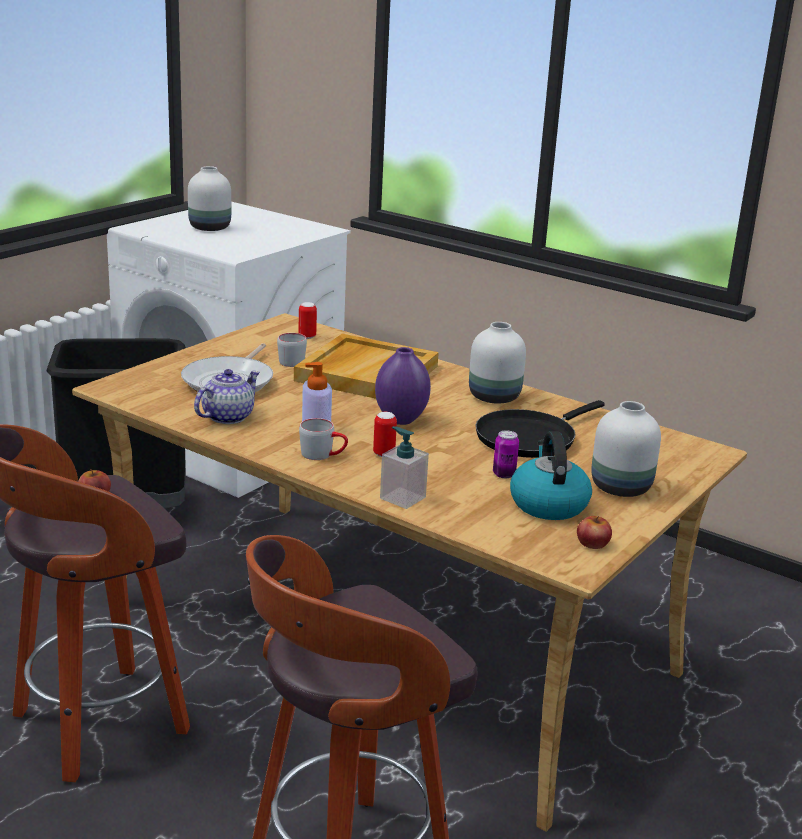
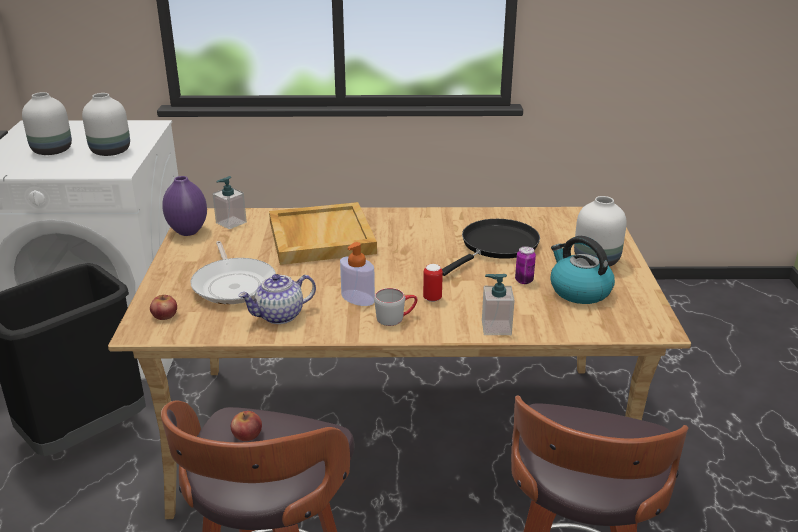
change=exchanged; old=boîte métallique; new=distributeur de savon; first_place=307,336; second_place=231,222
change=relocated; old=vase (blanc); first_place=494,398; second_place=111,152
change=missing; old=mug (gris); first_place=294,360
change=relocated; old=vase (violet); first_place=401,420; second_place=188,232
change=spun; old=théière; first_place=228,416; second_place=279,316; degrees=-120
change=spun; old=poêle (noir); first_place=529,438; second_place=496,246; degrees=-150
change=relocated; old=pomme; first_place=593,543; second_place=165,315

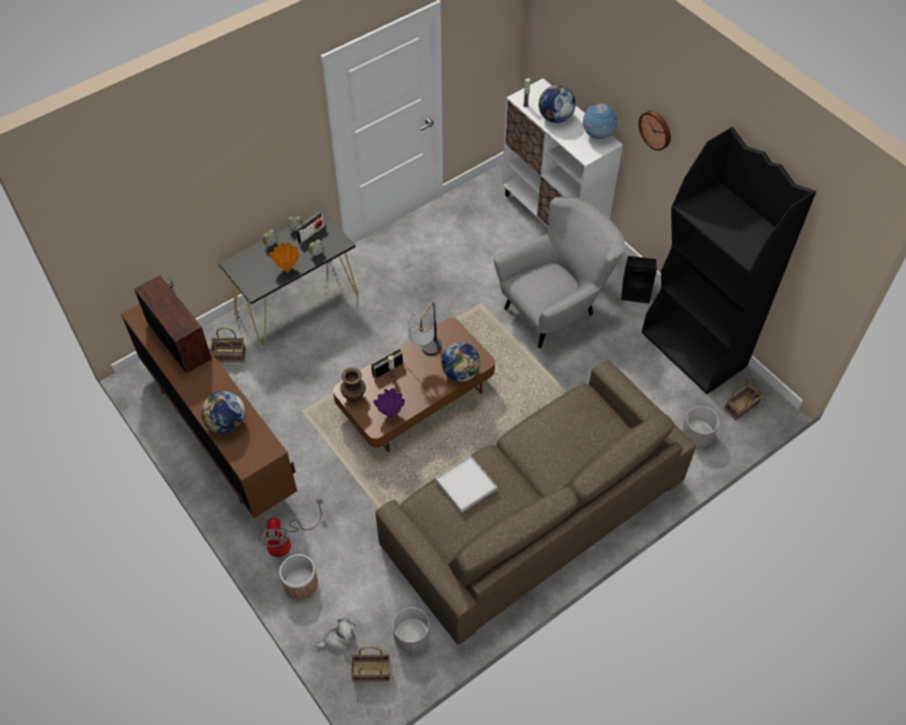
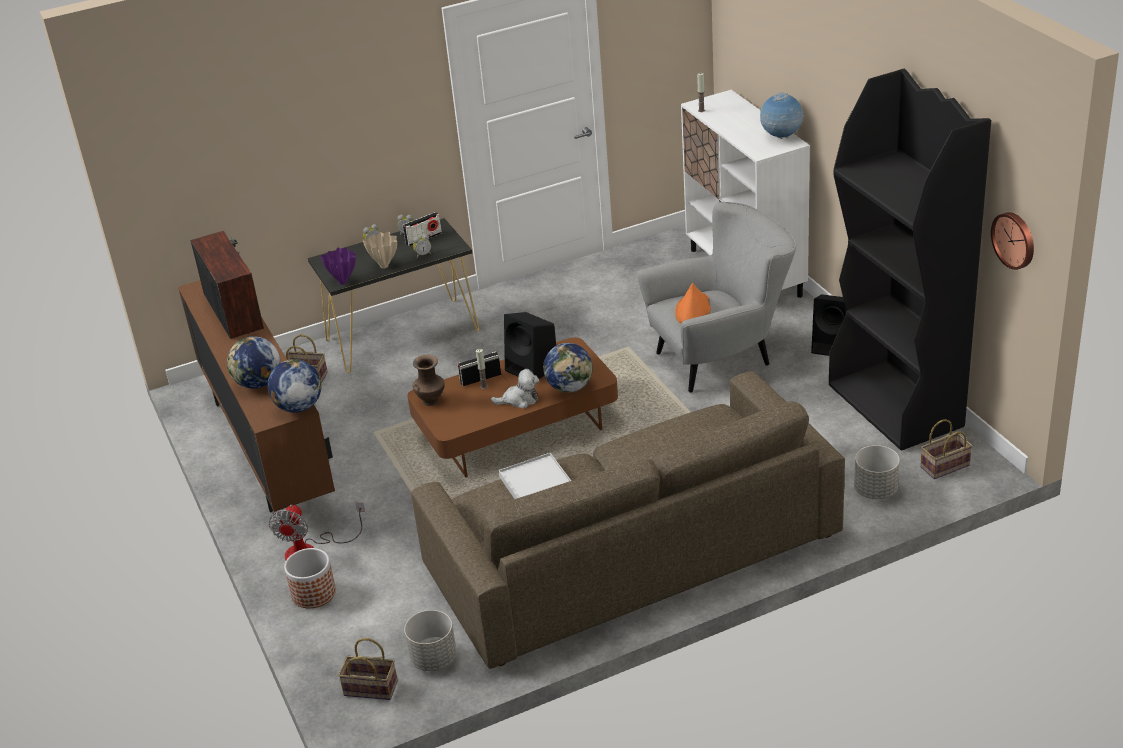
change=relocated; old=globe; first_place=555,118; second_place=298,407
change=relocated; old=horloge murale; first_place=656,129; second_place=1015,240
change=colour; old=vase (orange); new=vase (beige); first_place=288,269; second_place=385,266
change=exchanged; old=lampe de table; new=enceinte (noir); first_place=426,354; second_place=533,368
change=relocated; old=vase (violet); first_place=391,414; second_place=343,282
change=relocated; old=peluche; first_place=339,639; second_place=519,400
change=appeared; new=chapeau (orange); second_place=693,310

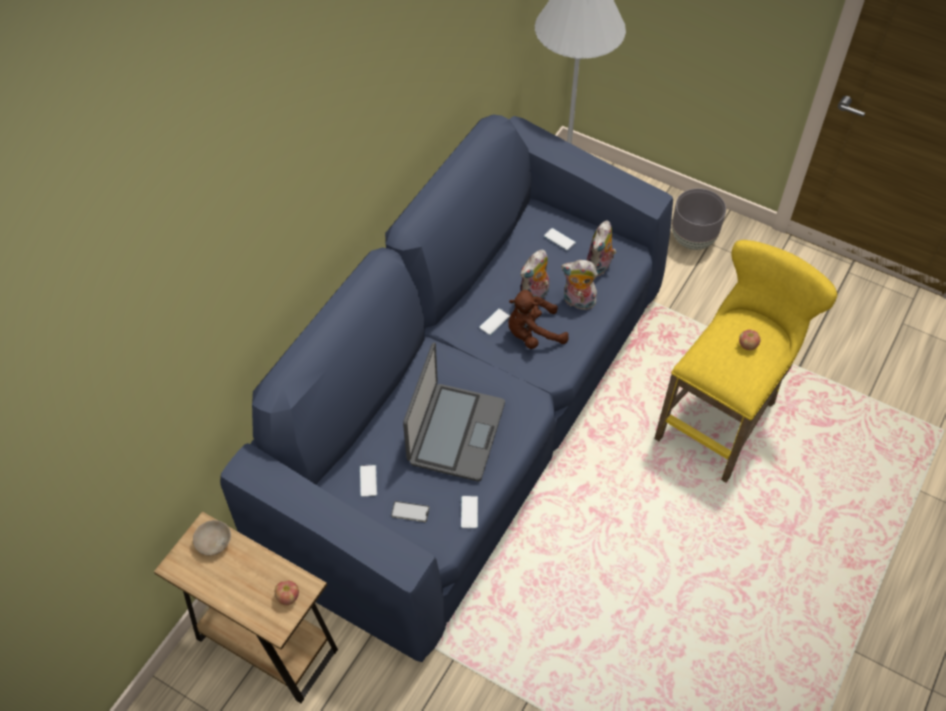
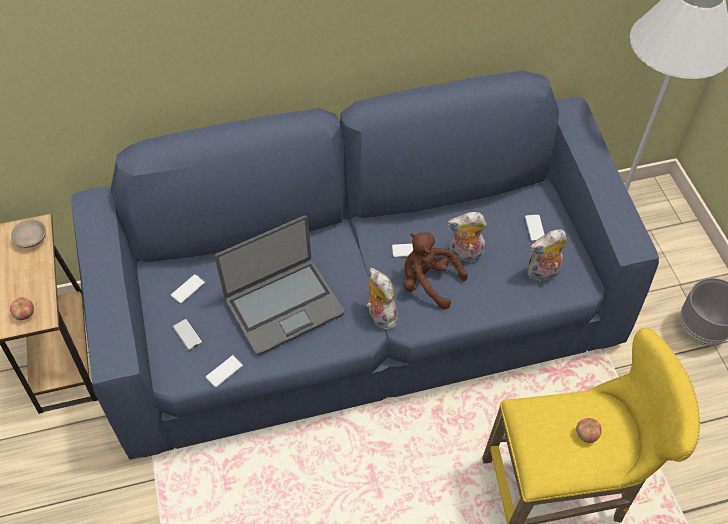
change=relocated; old=peluche; first_place=577,302; second_place=379,315

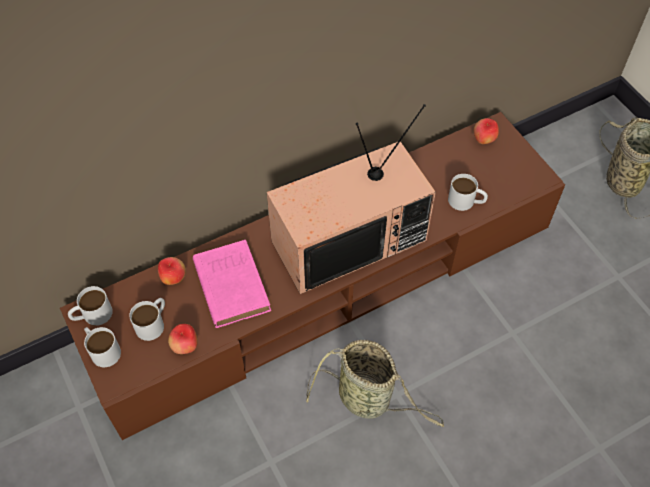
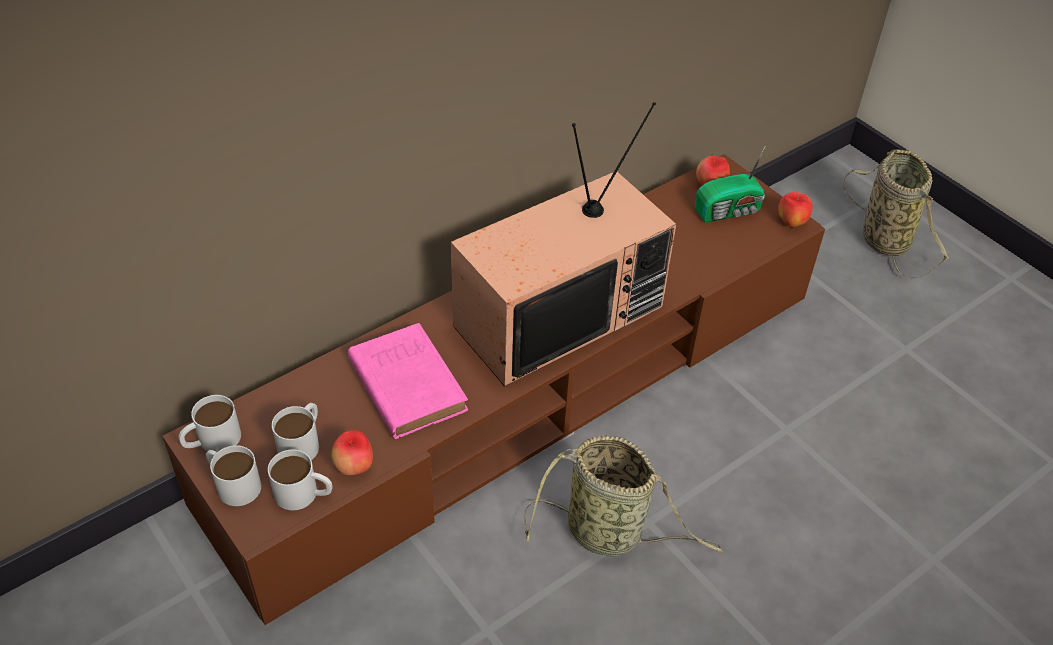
change=relocated; old=mug (blanc); first_place=466,201; second_place=304,494
change=relocated; old=pomme; first_place=173,278; second_place=791,222
change=appeared; new=radio; second_place=729,211

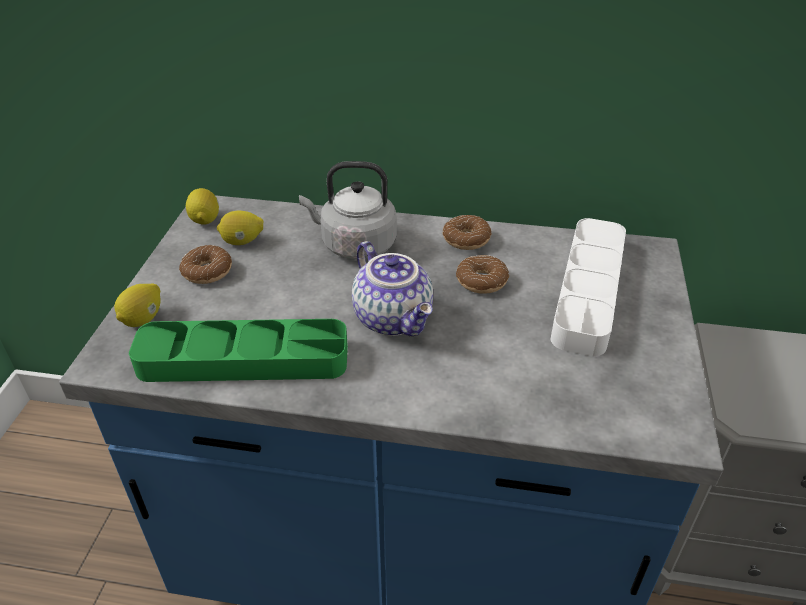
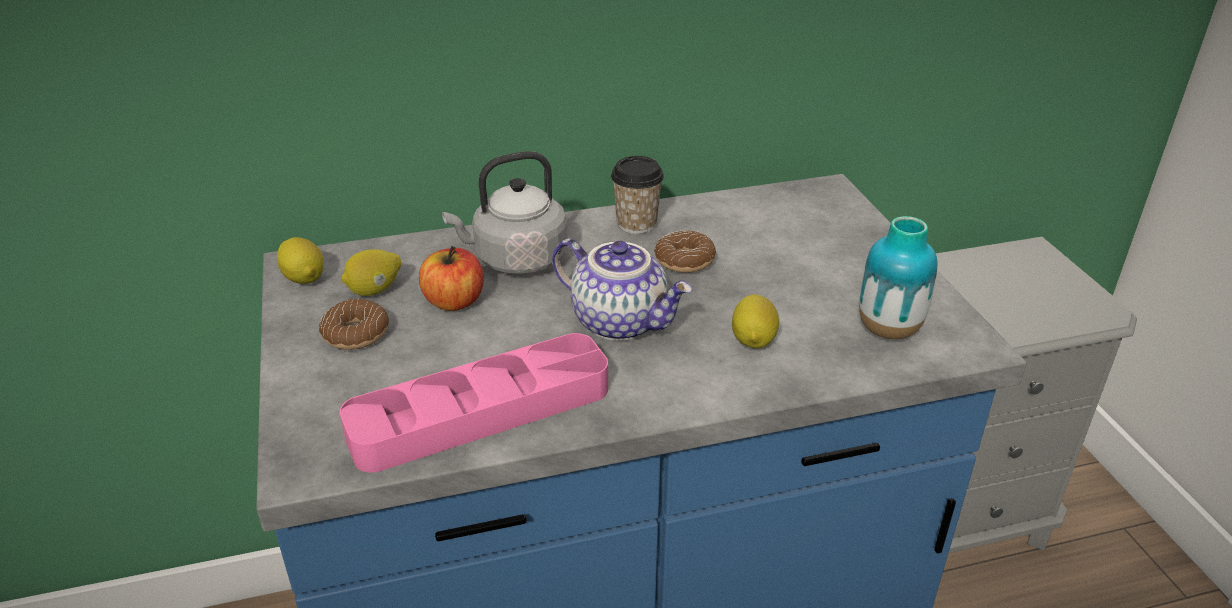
change=exchanged; old=beignet; new=tasse; first_place=466,239; second_place=636,224
change=missing; old=plateau (blanc); first_place=588,291
change=relocated; old=citron; first_place=143,319; second_place=753,339
change=colour; old=plateau (vert); new=plateau (rose); first_place=243,359; second_place=480,412
change=appeared; new=vase; second_place=888,329
change=appeared; new=pomme; second_place=454,301

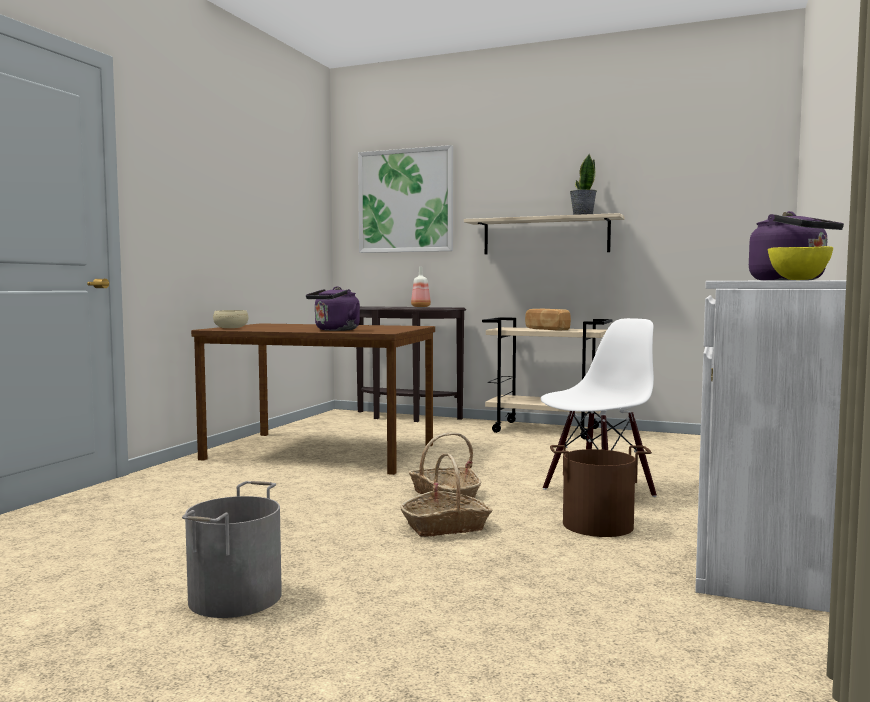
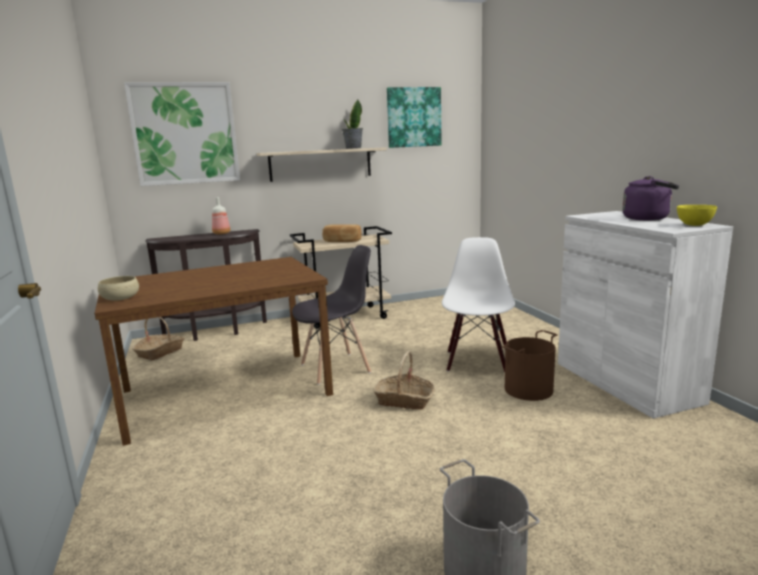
change=missing; old=bouilloire (violet); first_place=335,330
change=relocated; old=panier; first_place=446,526; second_place=160,352
change=appeared; new=tableau; second_place=413,117
change=appeared; new=chaise (gris); second_place=336,368

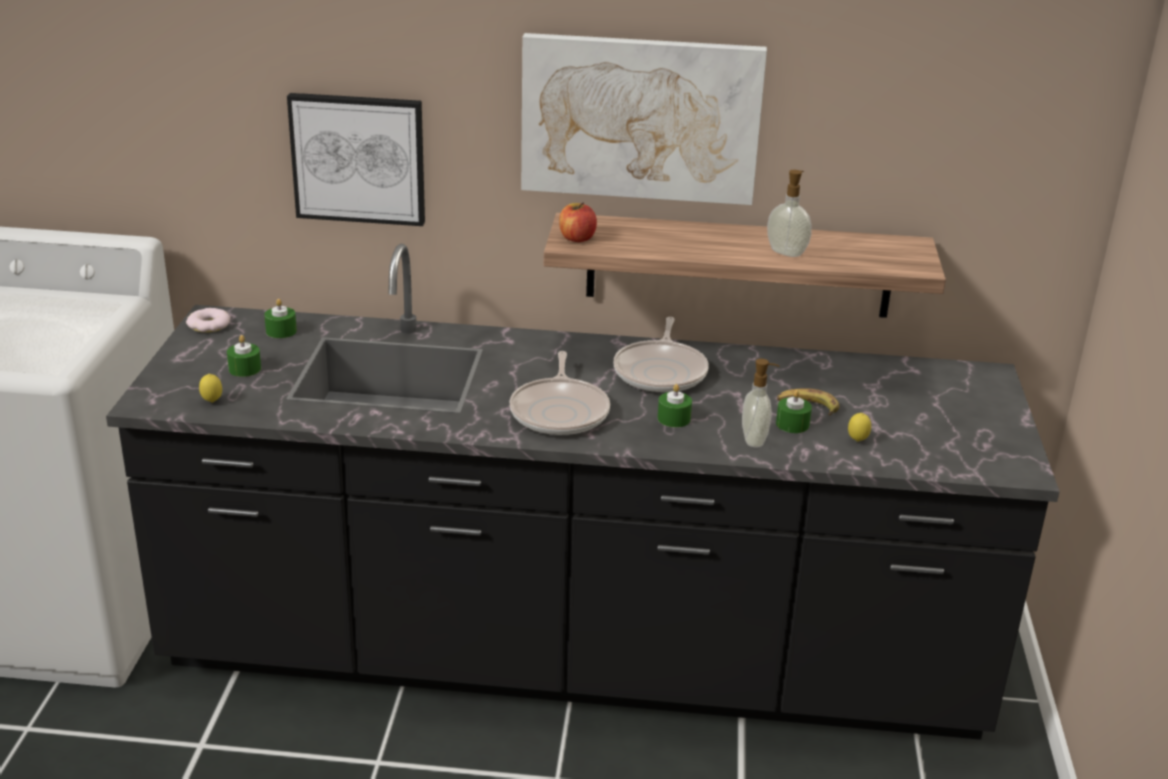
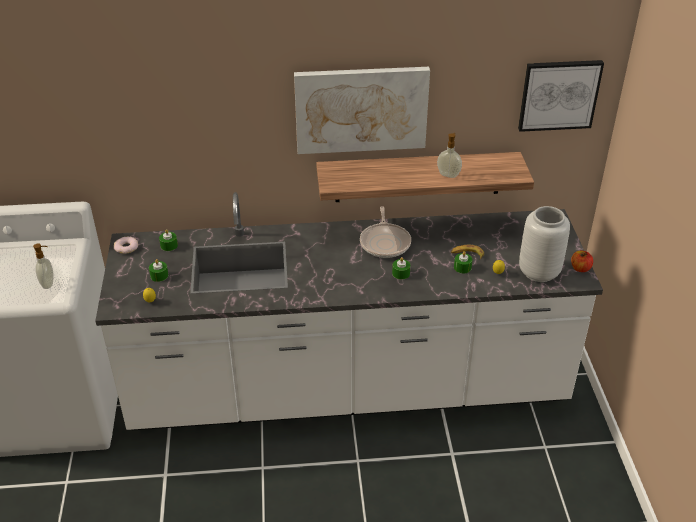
change=relocated; old=tableau; first_place=358,158; second_place=559,95
change=relocated; old=pomme; first_place=577,238; second_place=580,268
change=colour; old=comptoir de cuisine (noir); new=comptoir de cuisine (blanc); first_place=574,657; second_place=348,388
change=missing; old=poêle; first_place=560,411
change=relocated; old=distributeur de savon; first_place=755,440; second_place=48,283
change=appeared; new=vase (gris); second_place=538,272

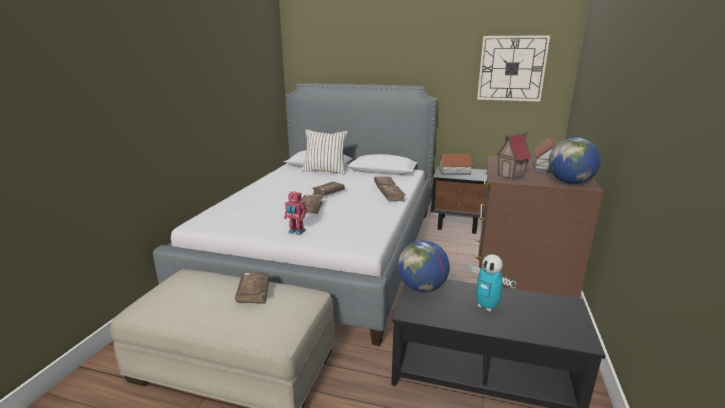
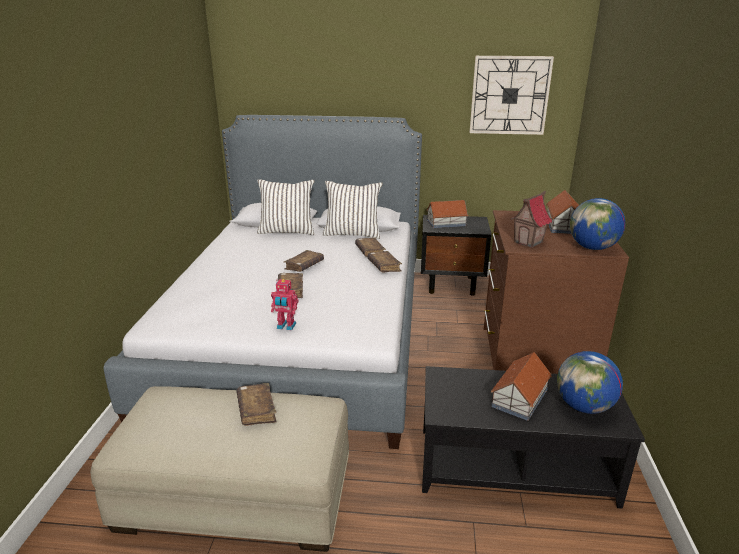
change=relocated; old=globe; first_place=422,288; second_place=584,406
change=exchanged; old=robot jouet; new=maison miniature; first_place=487,306; second_place=520,397
change=appeared; new=coussin (blanc); second_place=352,234

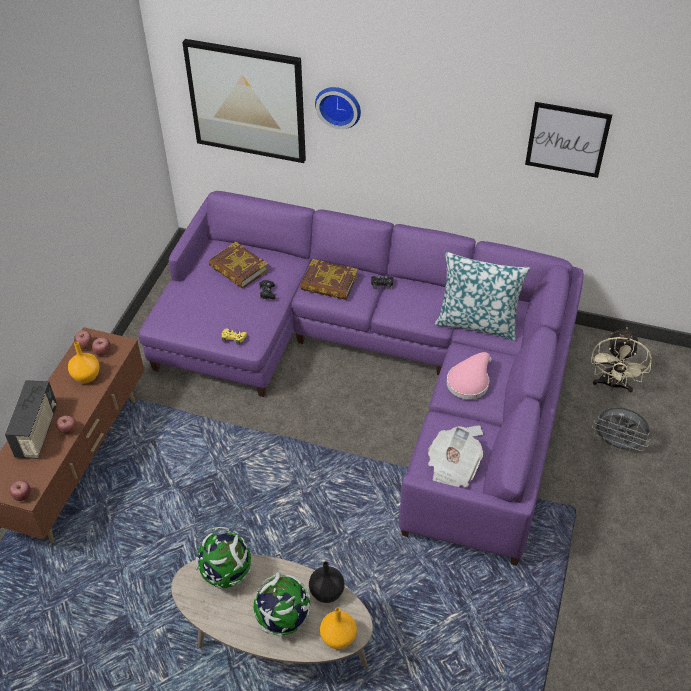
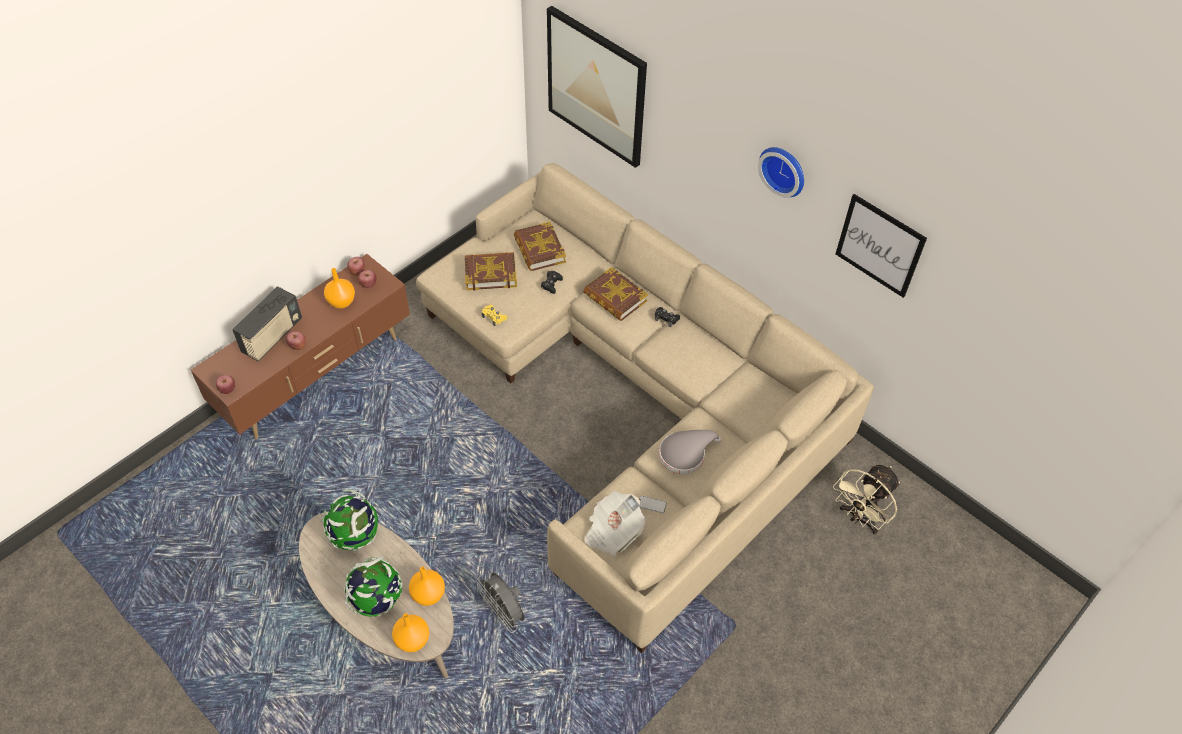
change=relocated; old=horloge murale; first_place=339,105; second_place=784,169
change=colour; old=canapé (violet); new=canapé (beige); first_place=378,365; second_place=636,398
change=missing; old=coussin; first_place=477,323
change=colour; old=chapeau (rose); new=chapeau (gris); first_place=469,381; second_place=685,454
change=relocated; old=ventilateur (gris); first_place=617,445; second_place=504,613
change=colour; old=vase (noir); new=vase (orange); first_place=326,592; second_place=427,594
change=appeared; new=livre; second_place=490,273

